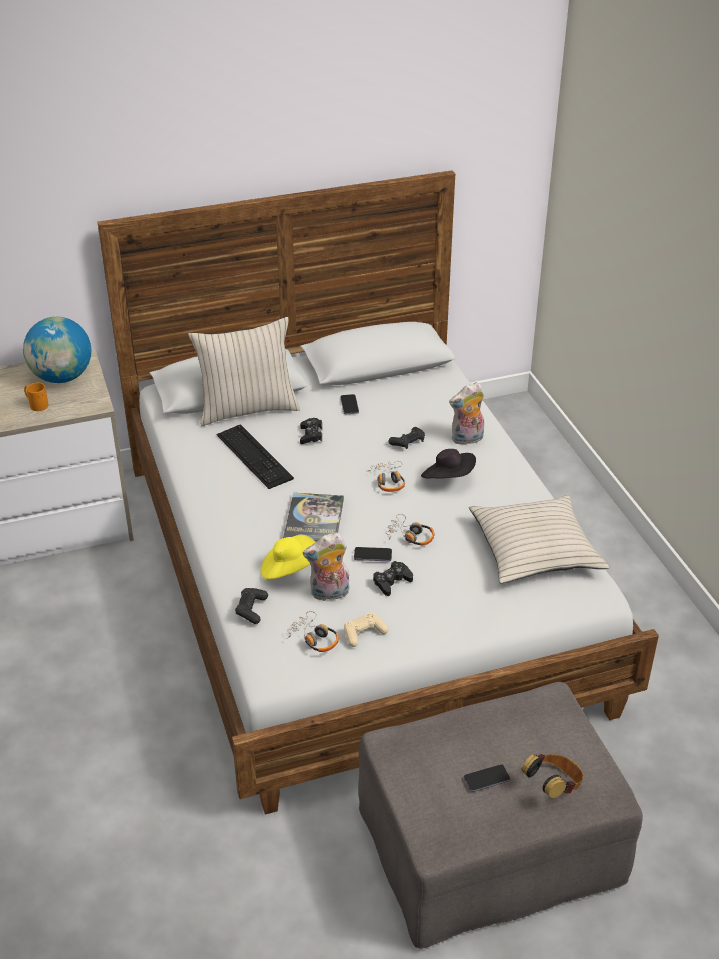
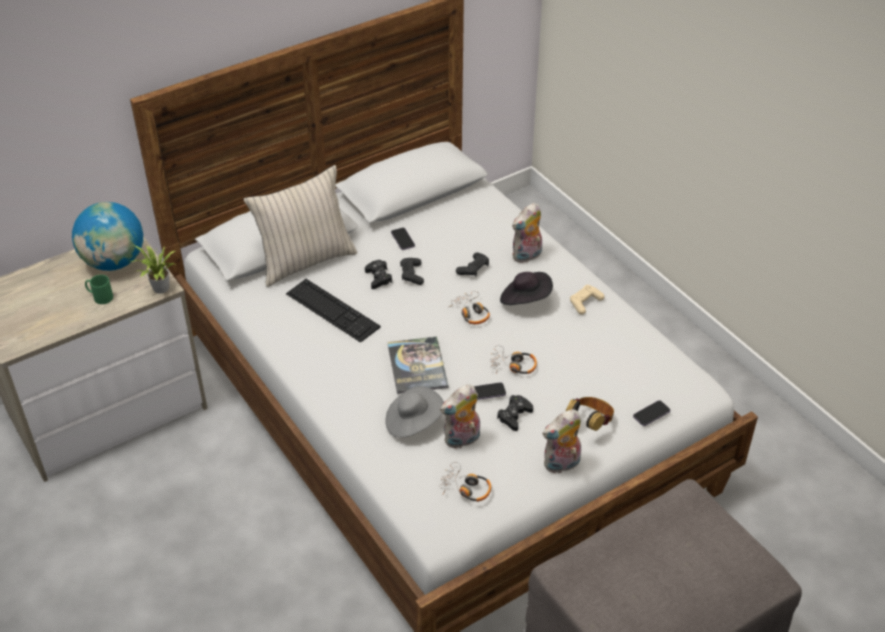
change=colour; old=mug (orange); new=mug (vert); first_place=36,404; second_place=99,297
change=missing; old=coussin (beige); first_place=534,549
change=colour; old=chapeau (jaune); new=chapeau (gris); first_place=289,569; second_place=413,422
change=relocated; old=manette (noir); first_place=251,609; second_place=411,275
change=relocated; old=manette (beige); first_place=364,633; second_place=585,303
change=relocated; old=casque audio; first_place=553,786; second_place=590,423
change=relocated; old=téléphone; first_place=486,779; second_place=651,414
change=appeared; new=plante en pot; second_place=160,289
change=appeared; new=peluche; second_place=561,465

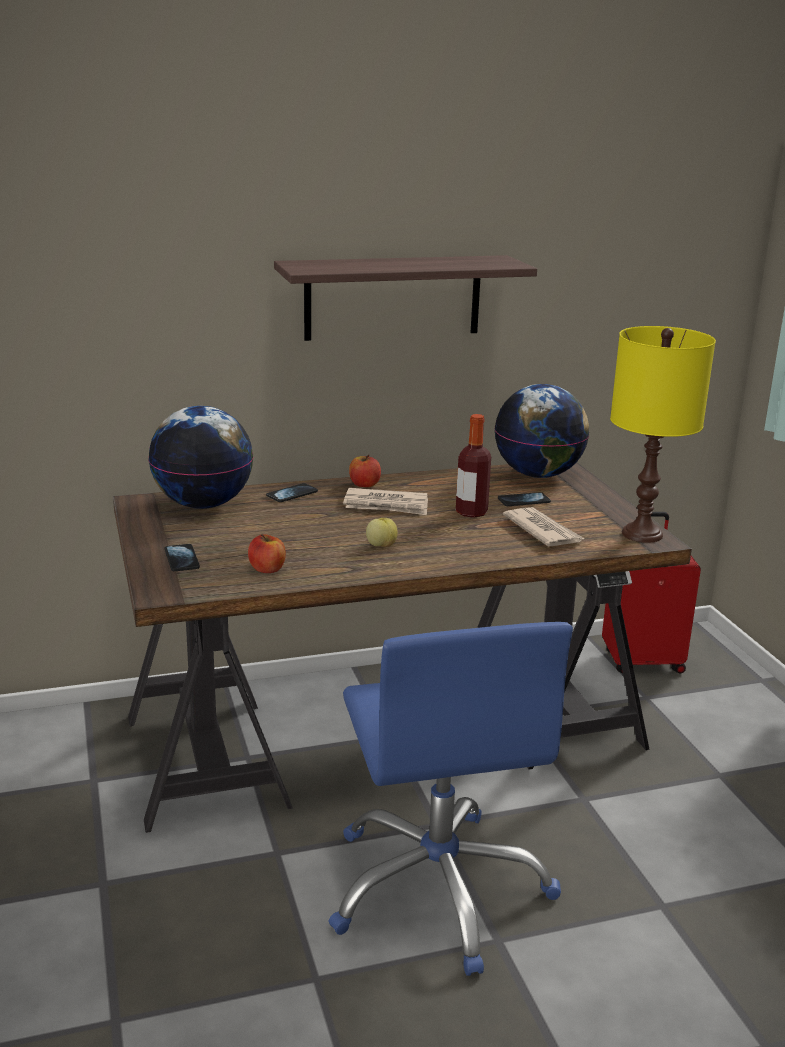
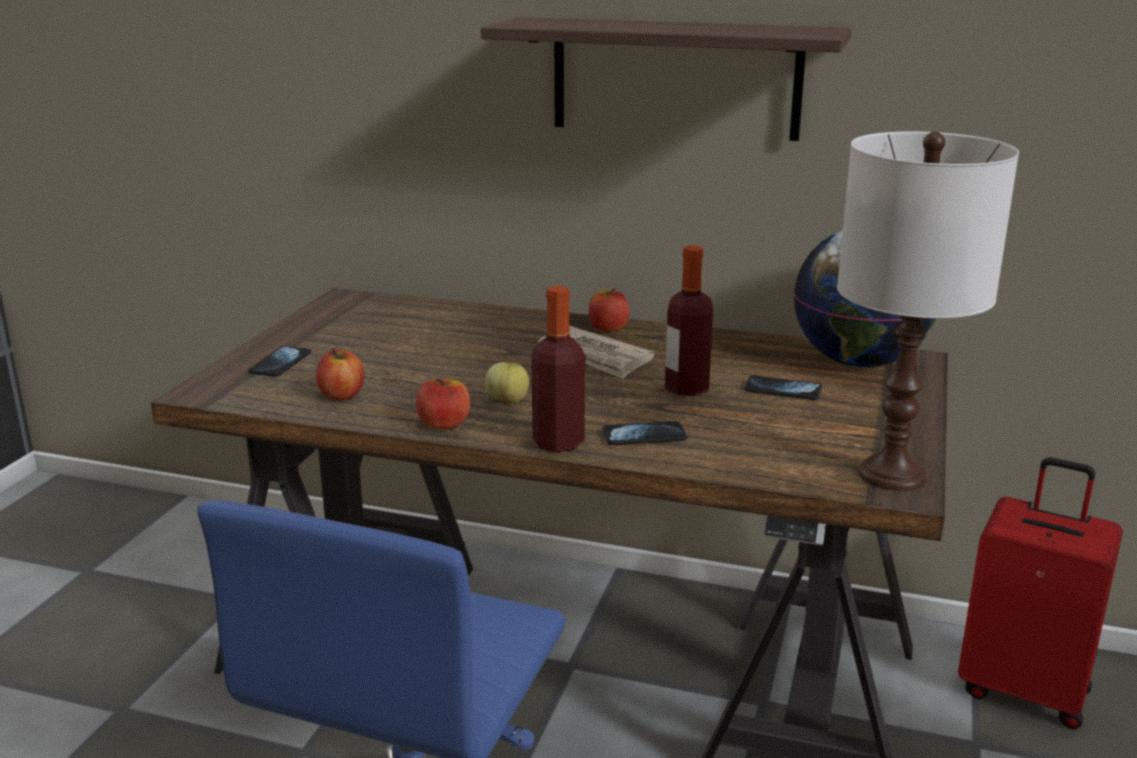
change=colour; old=lampe de table (jaune); new=lampe de table (blanc); first_place=641,533; second_place=892,474
change=missing; old=globe; first_place=203,504
change=relocated; old=téléphone; first_place=292,494; second_place=644,436
change=missing; old=journal; first_place=542,531
change=appeared; new=bouteille; second_place=558,442
change=appeared; new=pomme; second_place=444,424

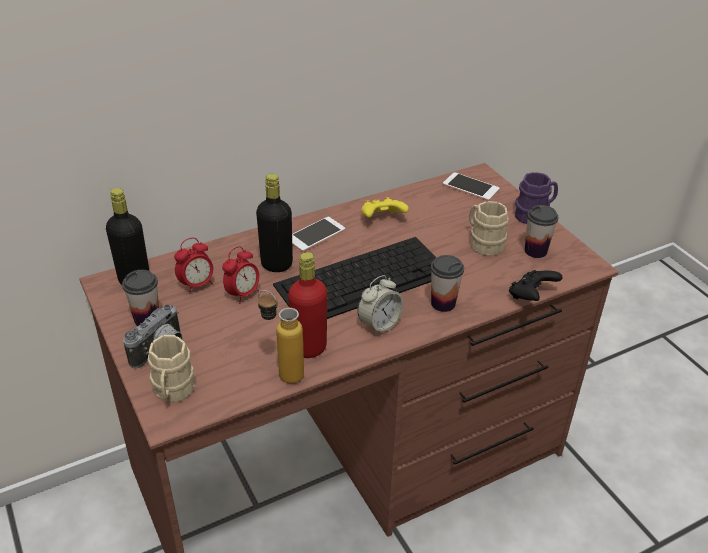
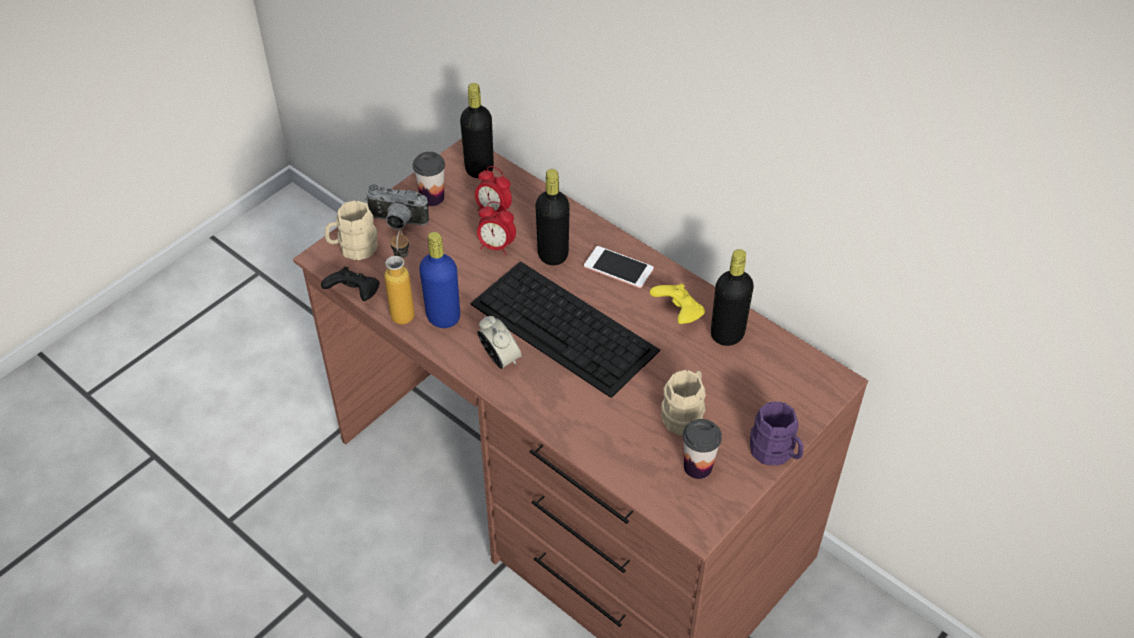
change=missing; old=téléphone; first_place=470,187
change=colour; old=bouteille (rouge); new=bouteille (bleu); first_place=309,348; second_place=443,317
change=missing; old=tasse; first_place=443,303
change=relocated; old=manette (noir); first_place=531,296; second_place=355,295
change=spun; old=réveil; first_place=379,324; second_place=500,358; degrees=-150
change=appeared; new=bouteille (noir); second_place=727,334

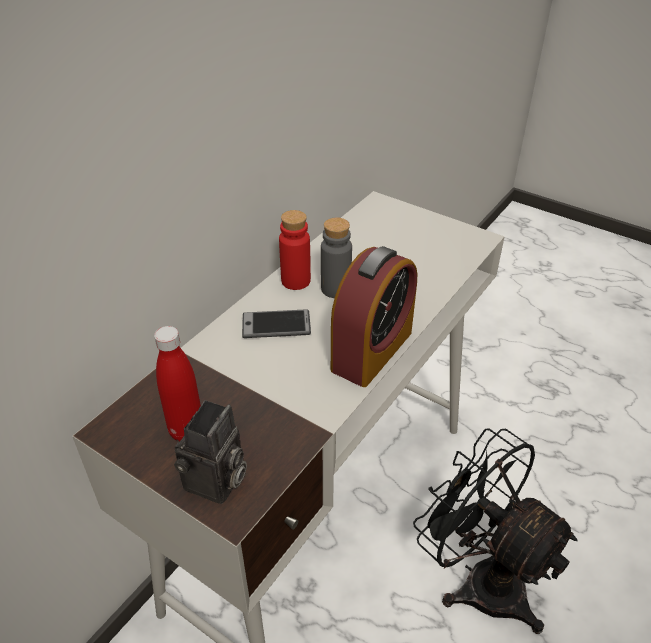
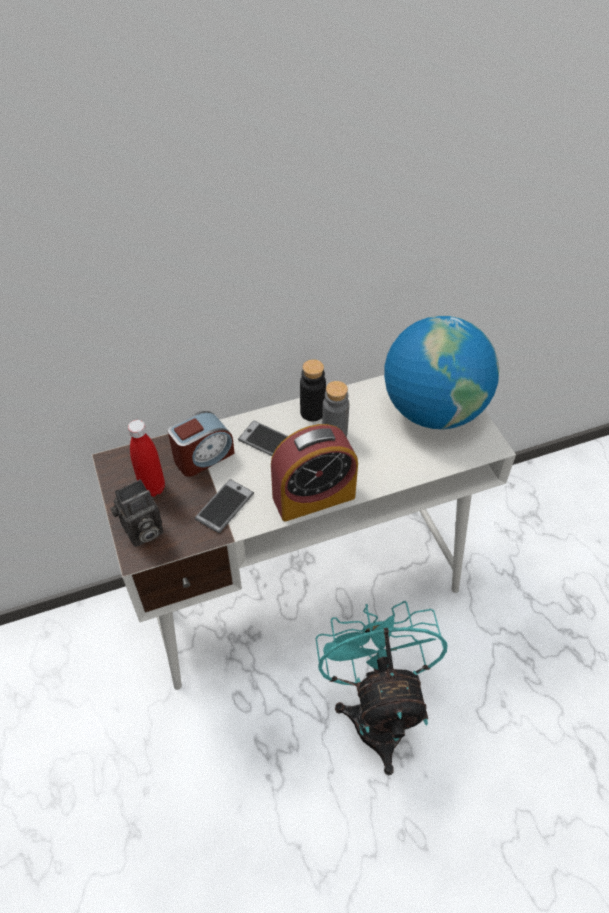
change=colour; old=bouteille (rouge); new=bouteille (noir); first_place=296,281; second_place=312,412
change=colour; old=ventilateur (noir); new=ventilateur (turquoise); first_place=480,579; second_place=377,710
change=appeared; new=globe; second_place=432,410
change=appeared; new=réveil; second_place=203,456
change=appeared; new=téléphone; second_place=224,506

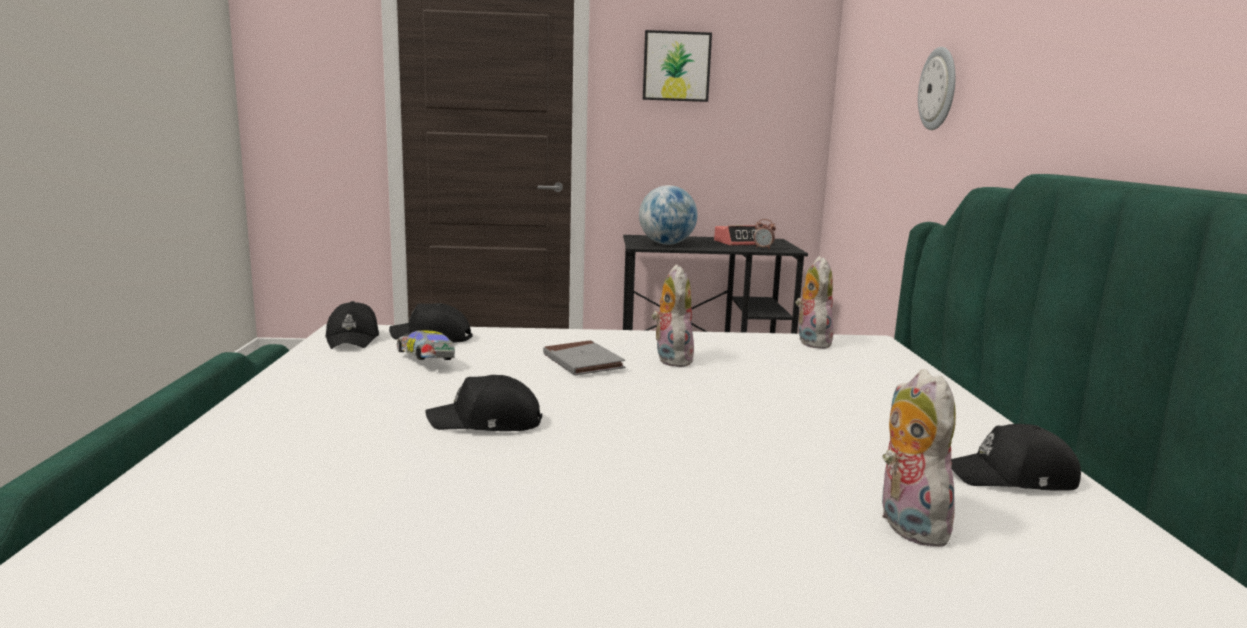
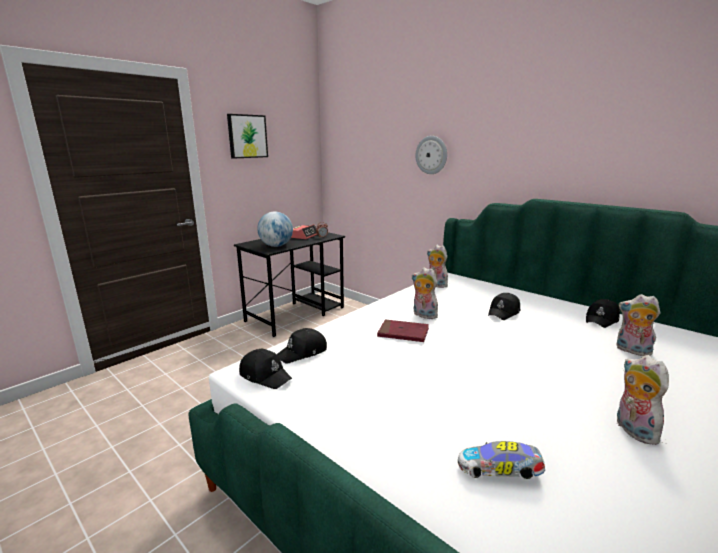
change=relocated; old=petite voiture; first_place=426,361; second_place=500,471
change=colour; old=livre (gris); new=livre (rouge); first_place=583,363; second_place=403,333
change=relocated; old=casquette (noir); first_place=486,423; second_place=504,312
change=appeared; new=peluche; second_place=632,430

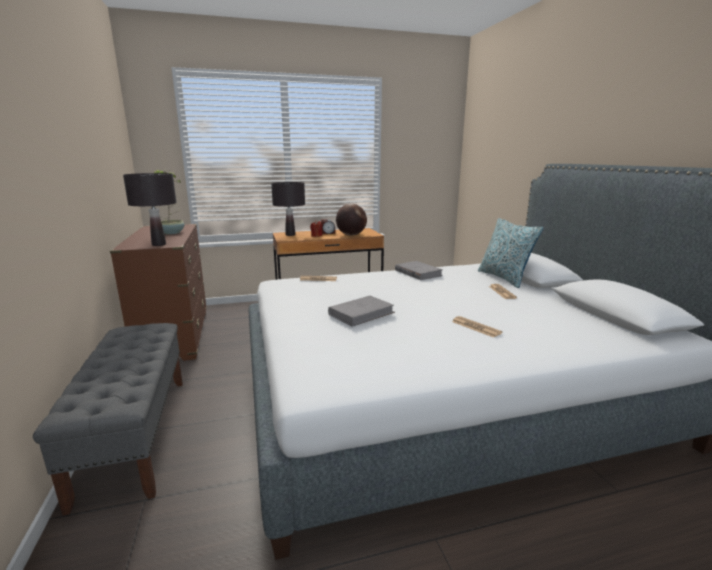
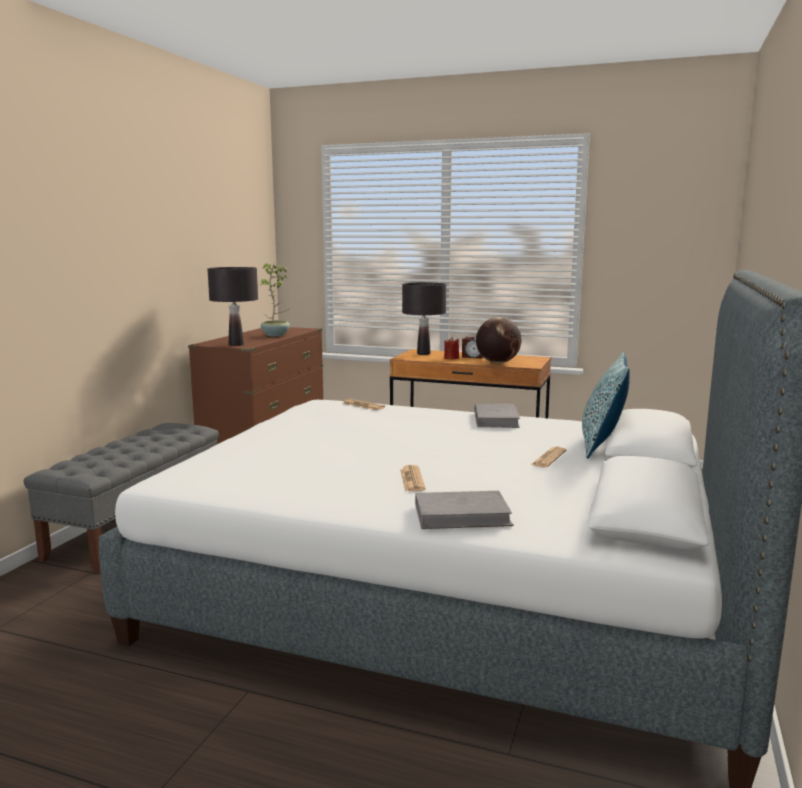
change=relocated; old=livre (gris); first_place=361,313; second_place=462,515

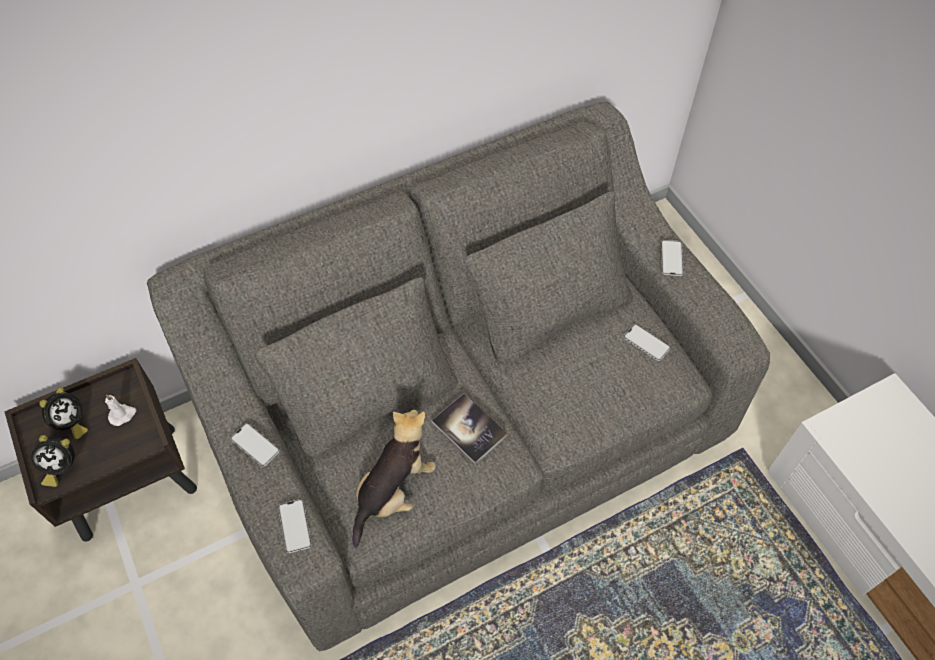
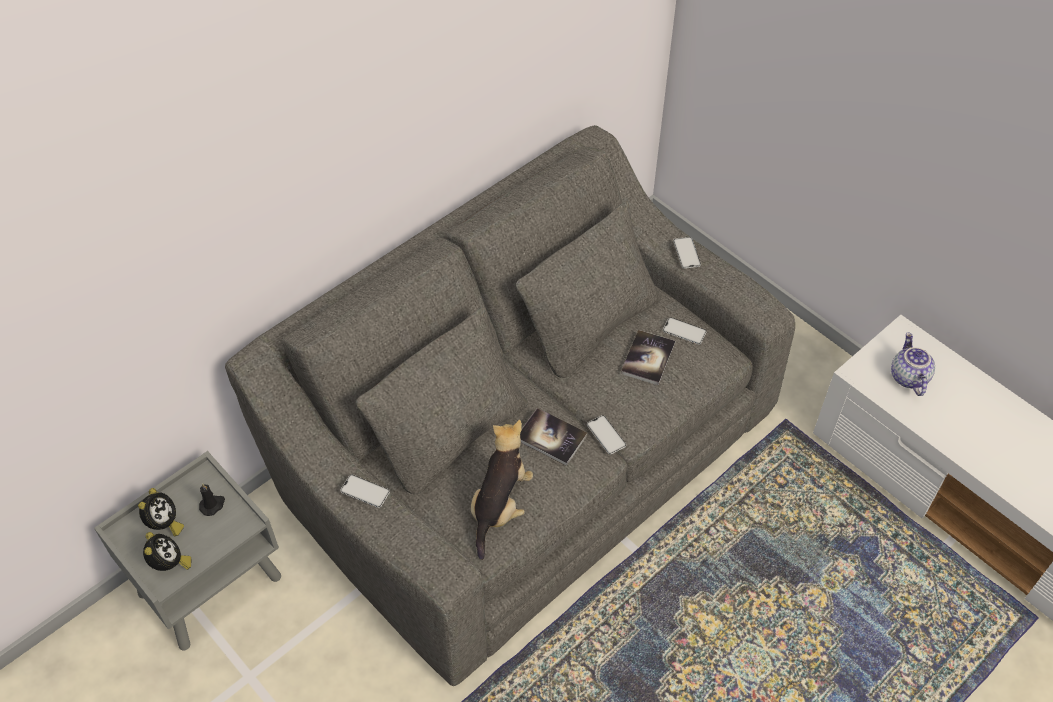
change=colour; old=table de chevet (marron); new=table de chevet (gris); first_place=131,481; second_place=211,584
change=colour; old=bougie (blanc); new=bougie (noir); first_place=122,415; second_place=213,505
change=spun; old=réveil; first_place=61,467; second_place=169,564; degrees=-90
change=relocated; old=téléphone; first_place=295,526; second_place=606,435
change=appeared; new=livre; second_place=648,358
change=appeared; new=théière; second_place=907,377

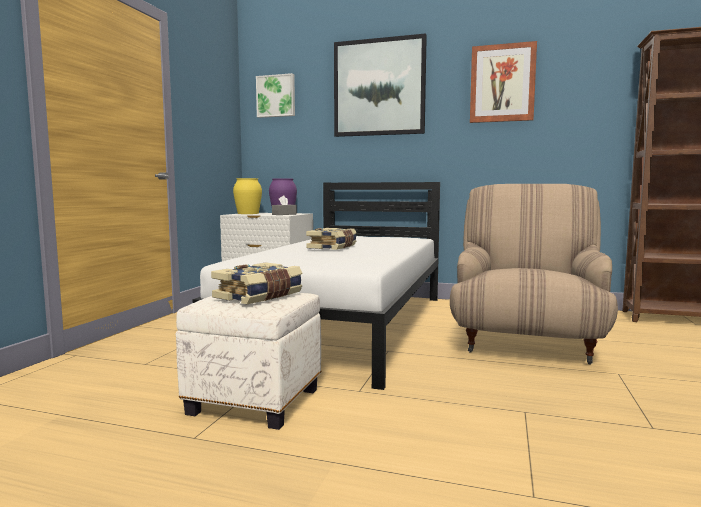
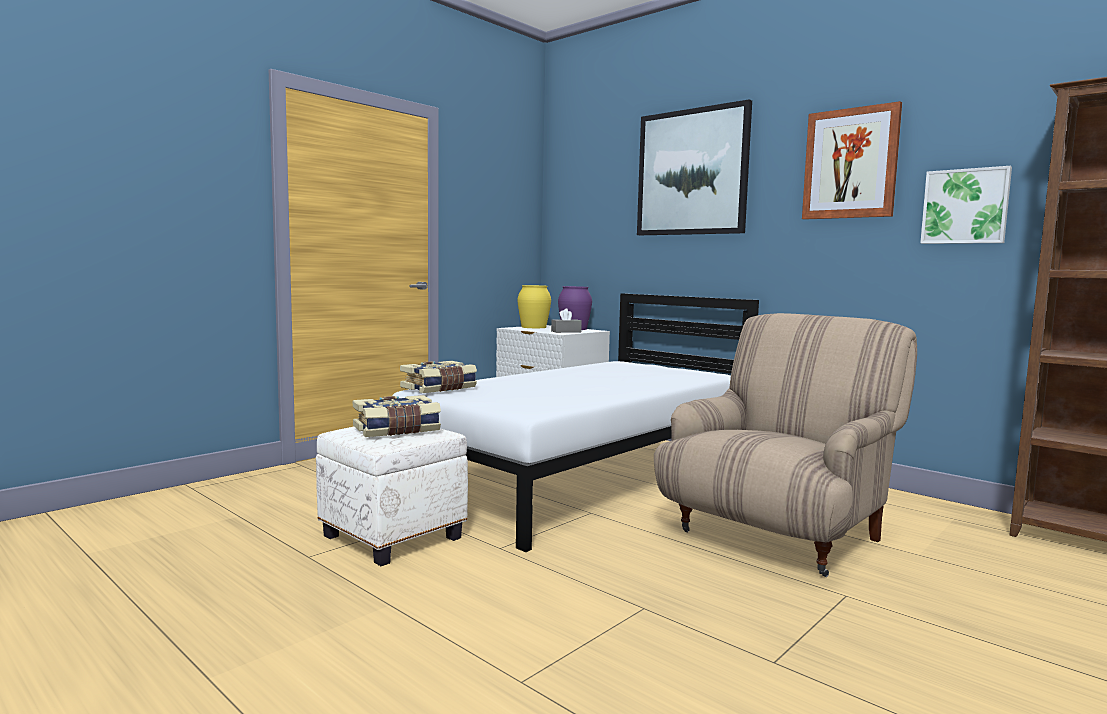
change=relocated; old=tableau; first_place=276,96; second_place=965,206
change=relocated; old=livre; first_place=333,247; second_place=439,388

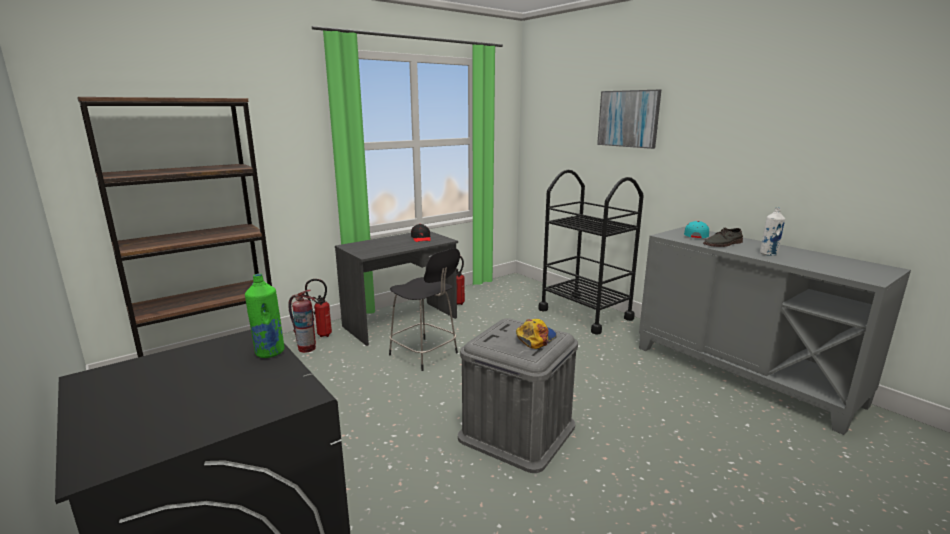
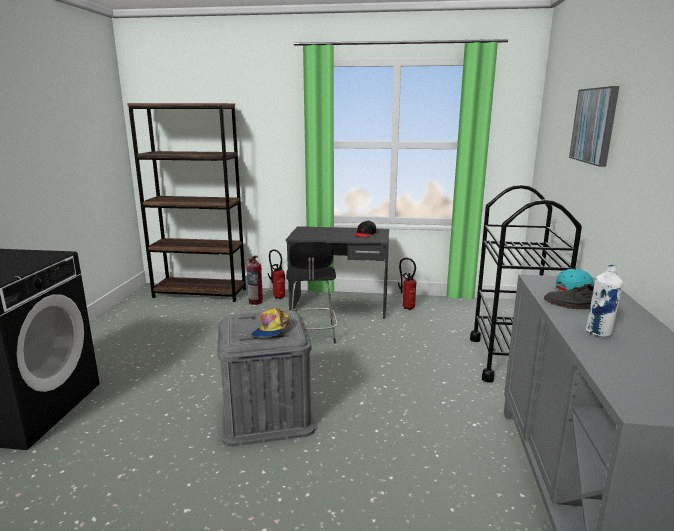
change=missing; old=bouteille (vert); first_place=269,352
change=spun; old=casquette; first_place=535,338; second_place=271,330; degrees=120

